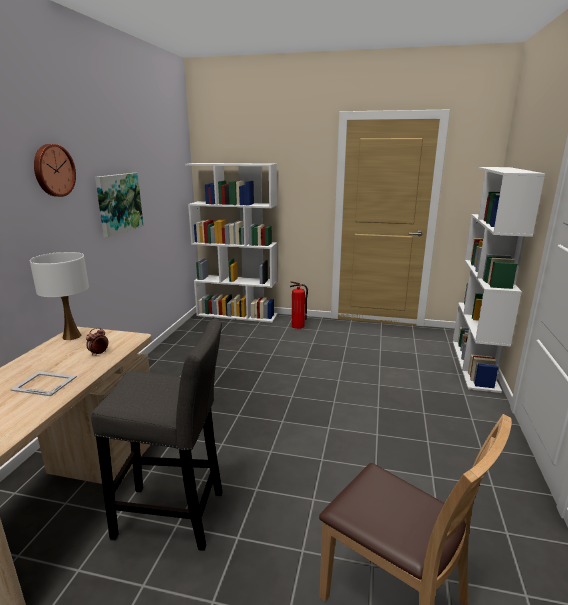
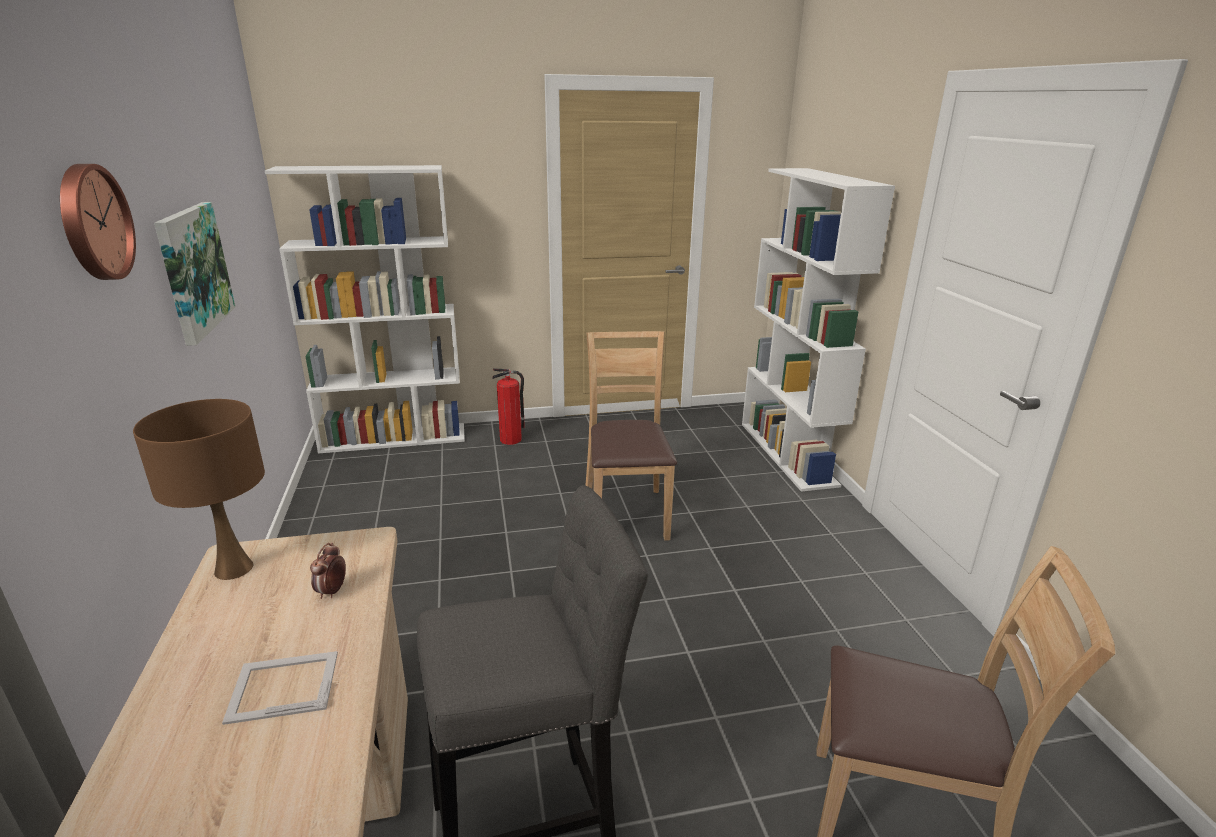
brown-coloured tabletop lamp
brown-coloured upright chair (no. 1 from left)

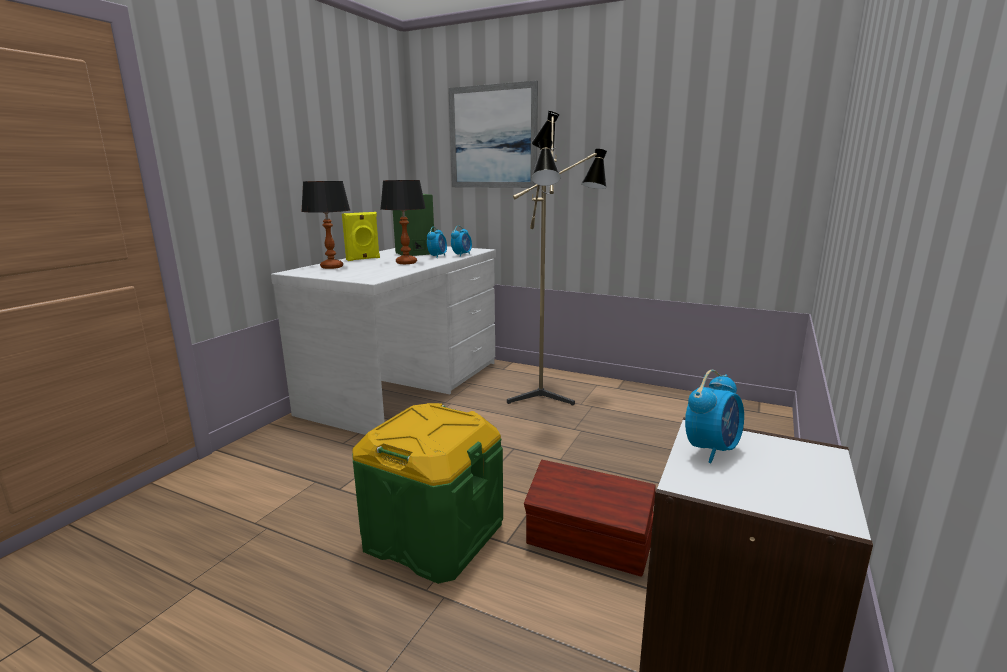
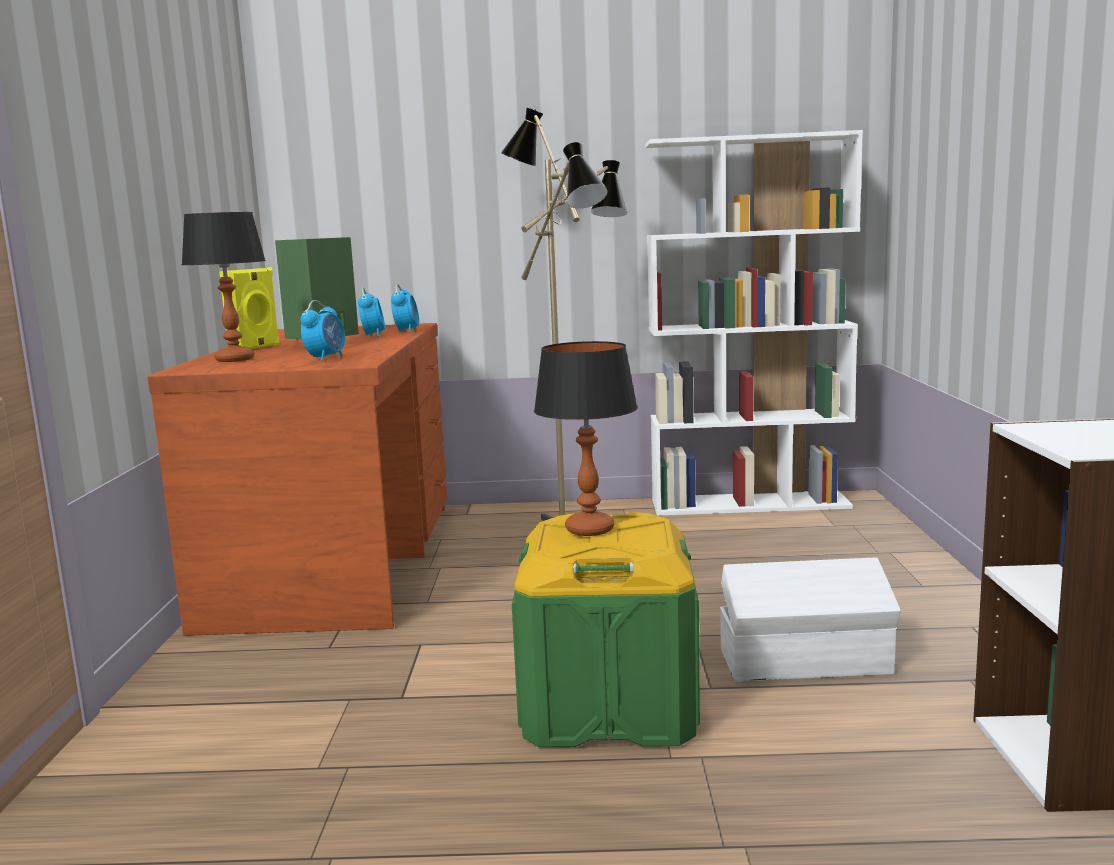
picture
tabletop lamp (no. 2 from left)
brown-coloured desk unit
alarm clock (no. 1 from left)
white storage container
white bookshelf (no. 1 from left)

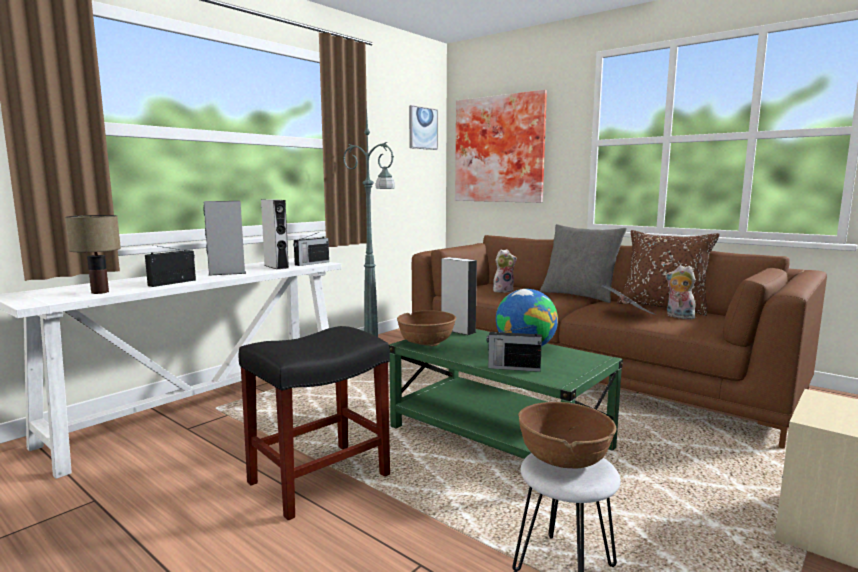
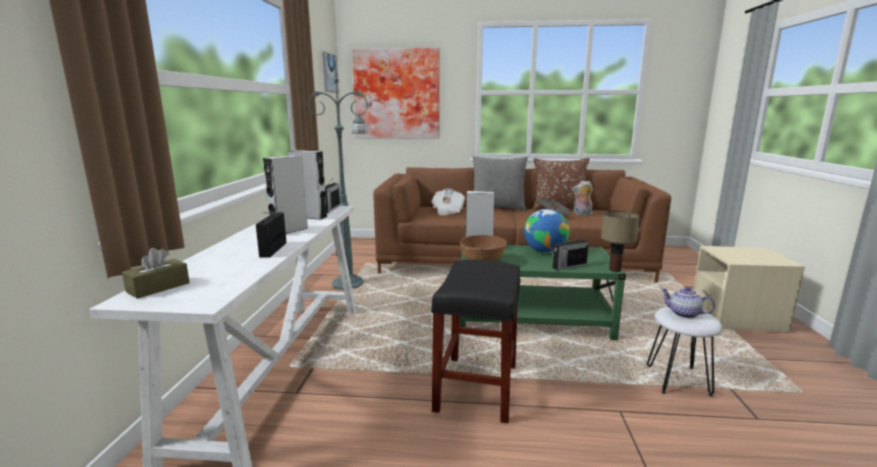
tabletop lamp
daily paper (no. 1 from left)
teapot
brown-coloured box of tissues

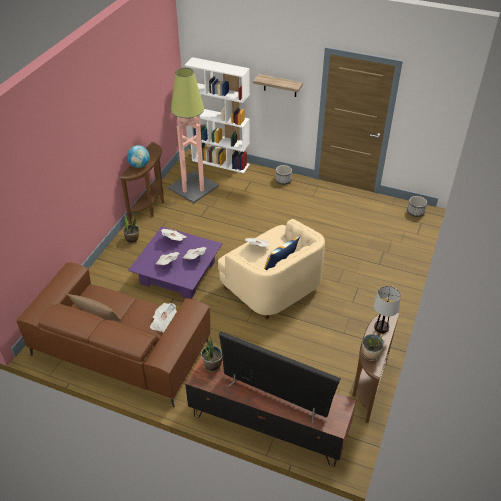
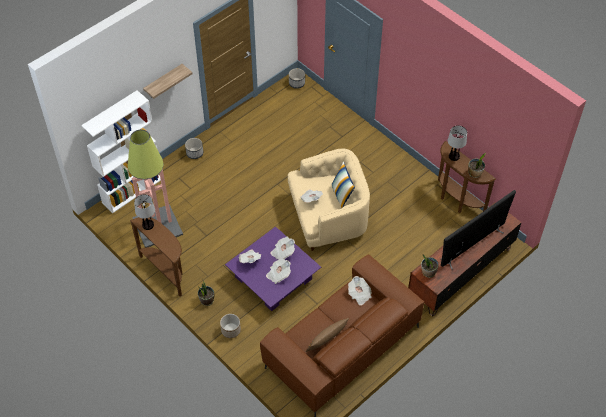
desk globe
tabletop lamp (no. 1 from left)
flower pot (no. 2 from left)

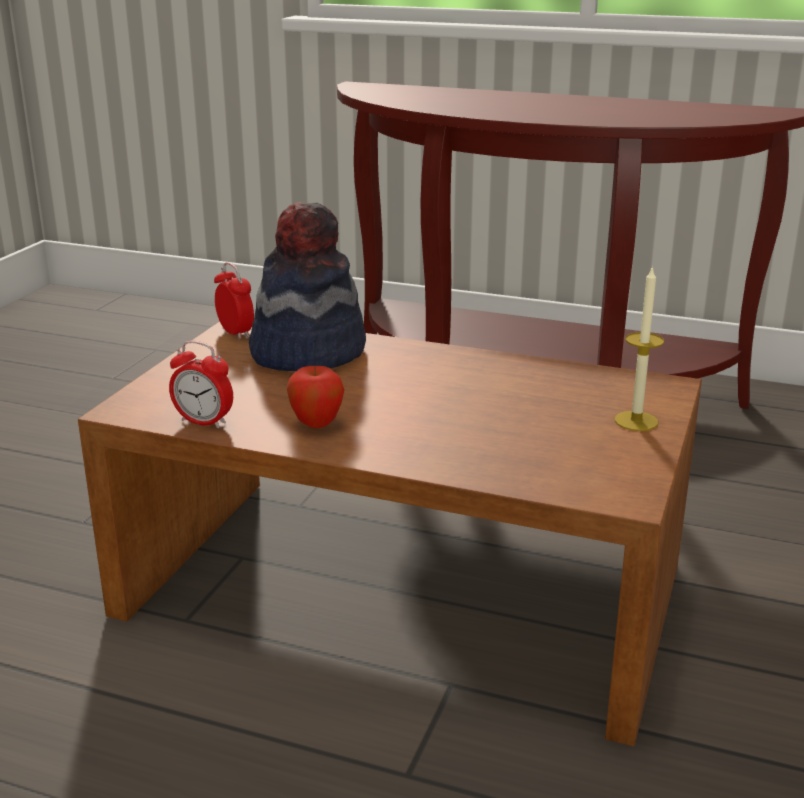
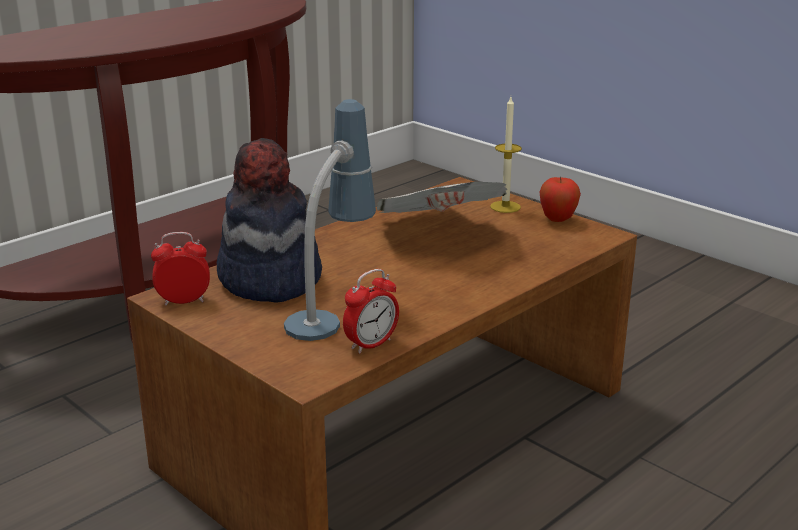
apple
tabletop lamp
daily paper

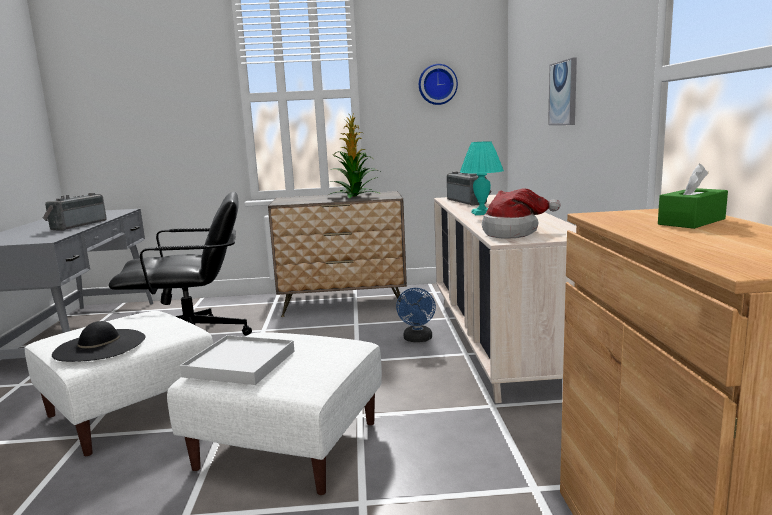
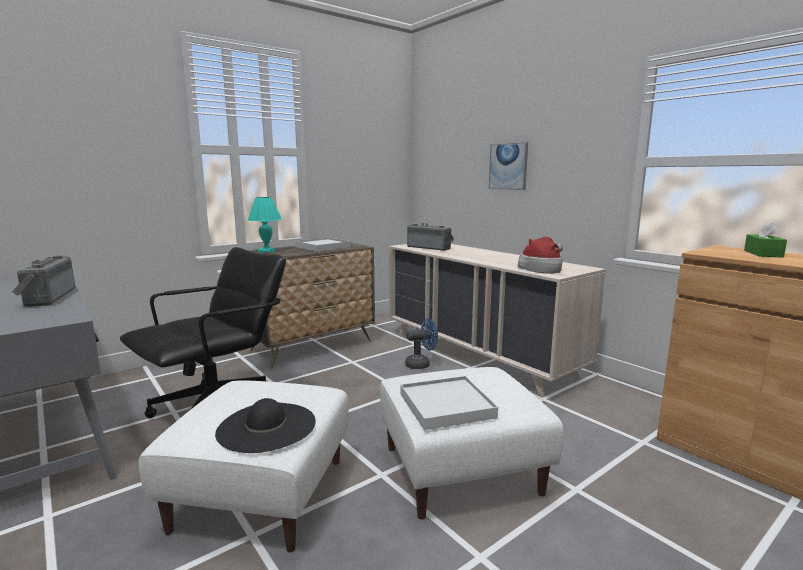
hanging clock
white carrying tray (no. 1 from left)
blue-green tabletop lamp
bluish fan

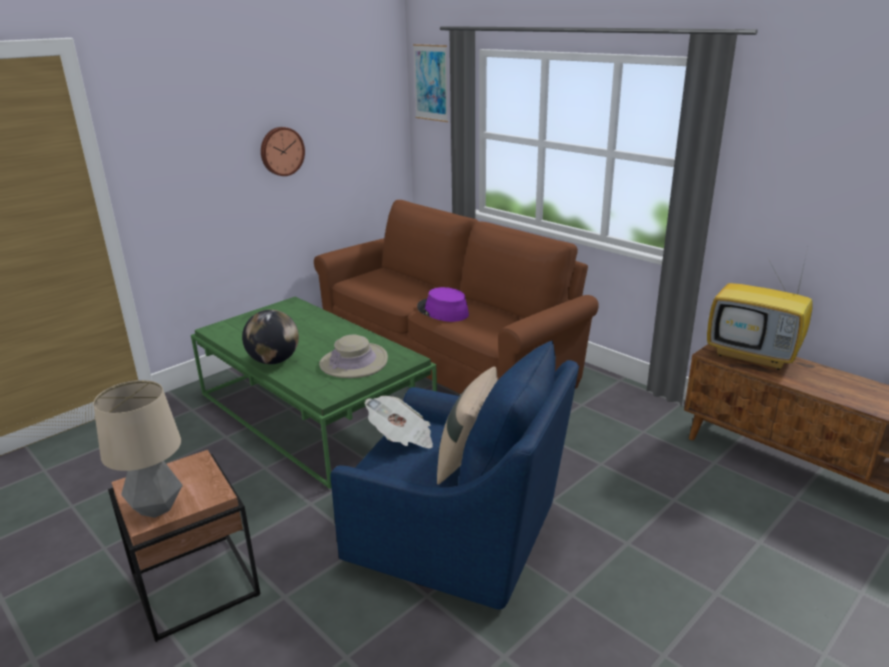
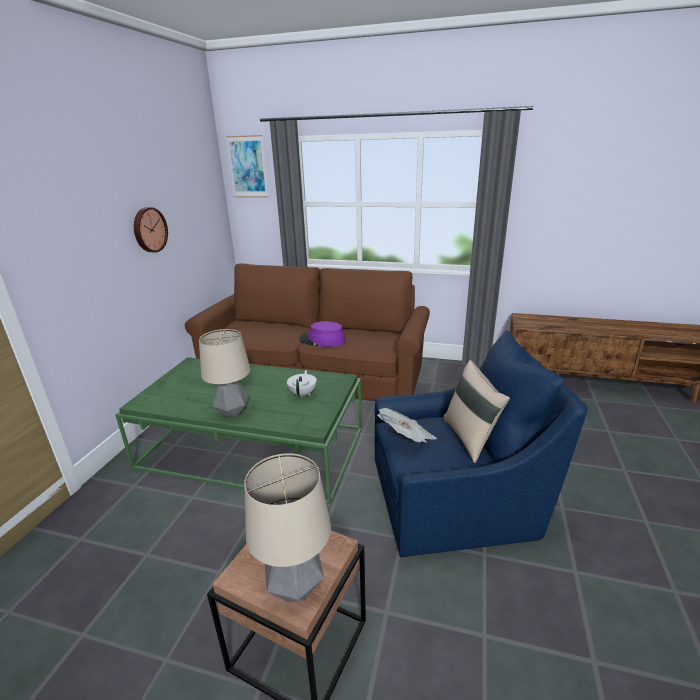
TV
tabletop lamp (no. 1 from left)
white teapot

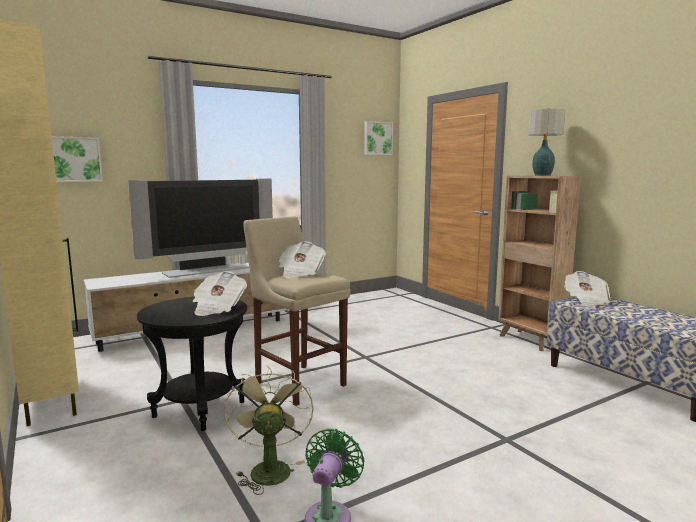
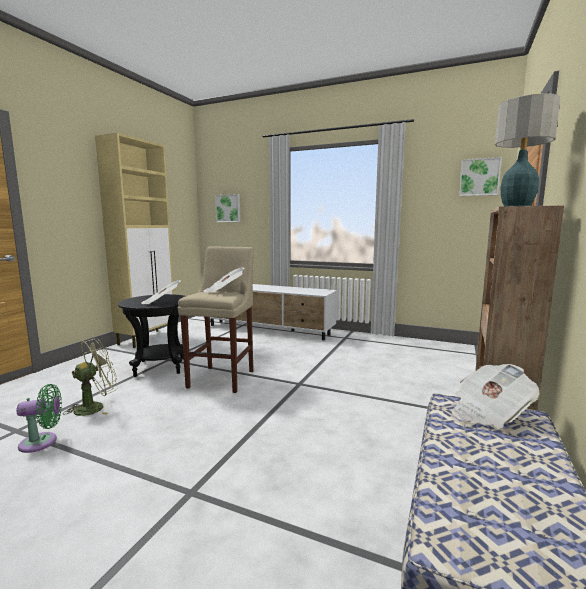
TV

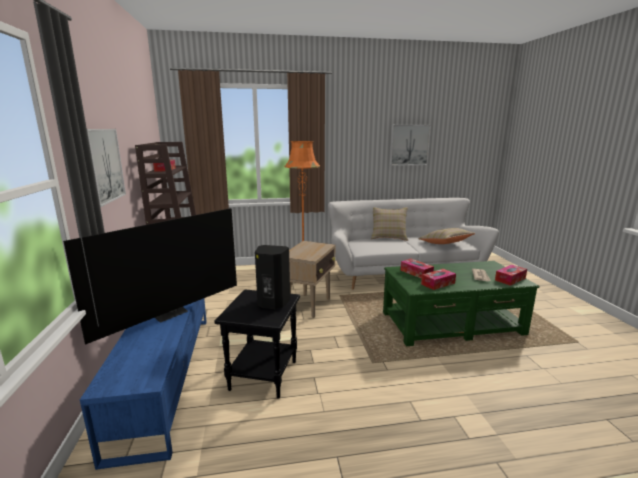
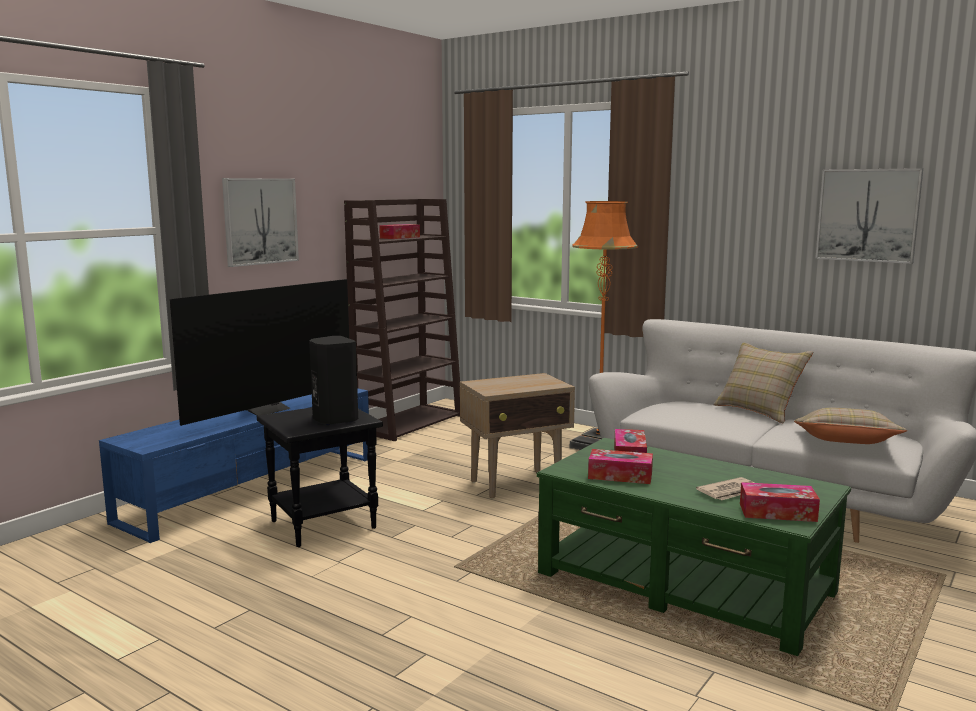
TV

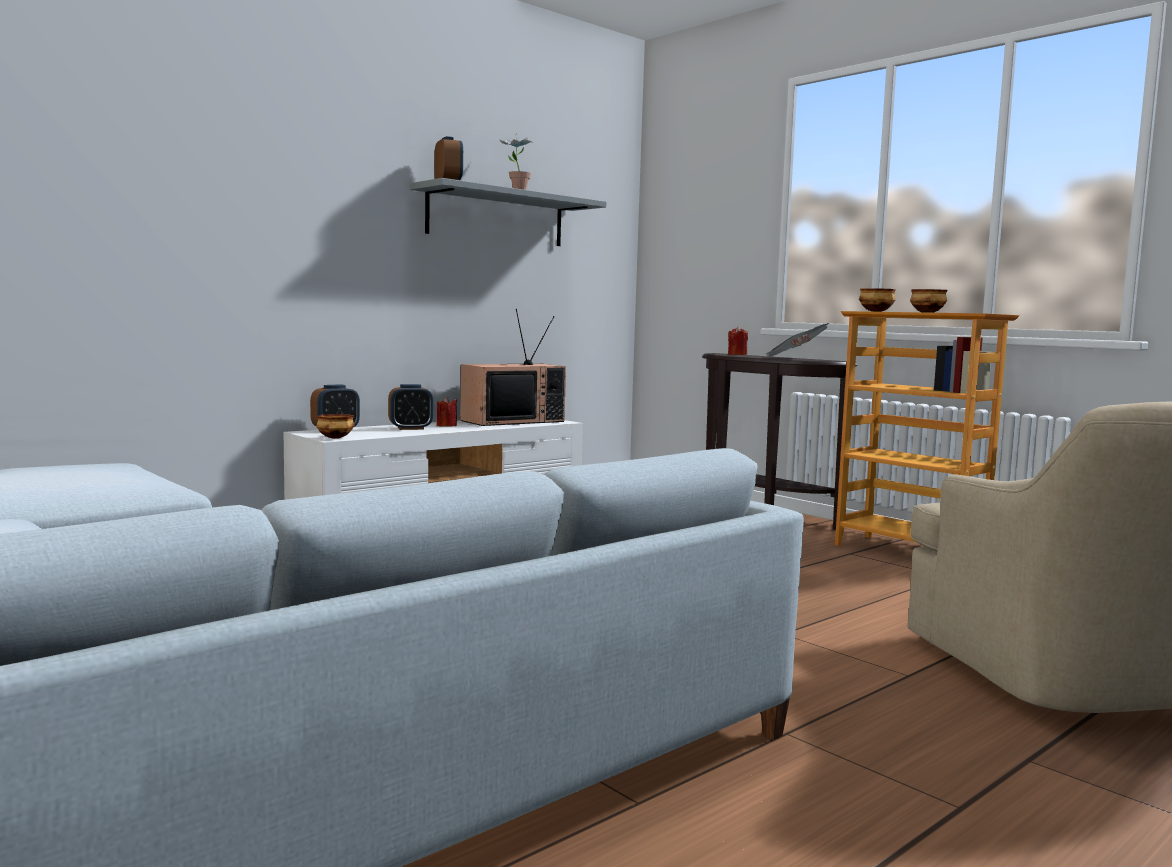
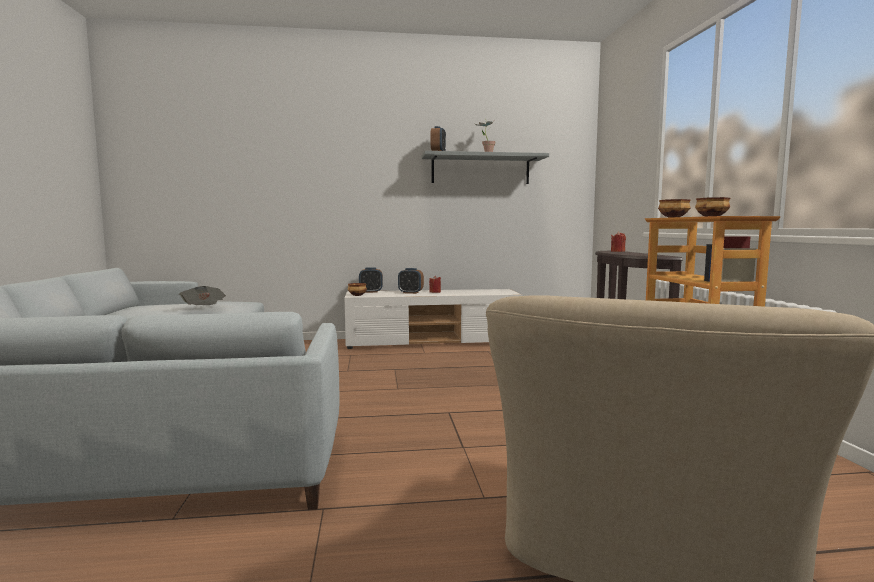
TV
daily paper

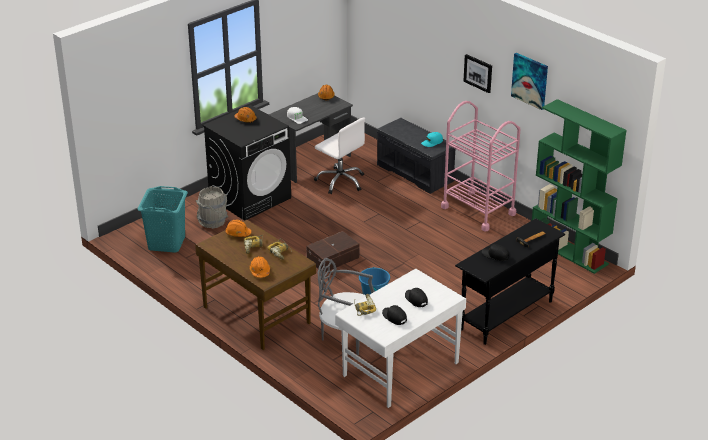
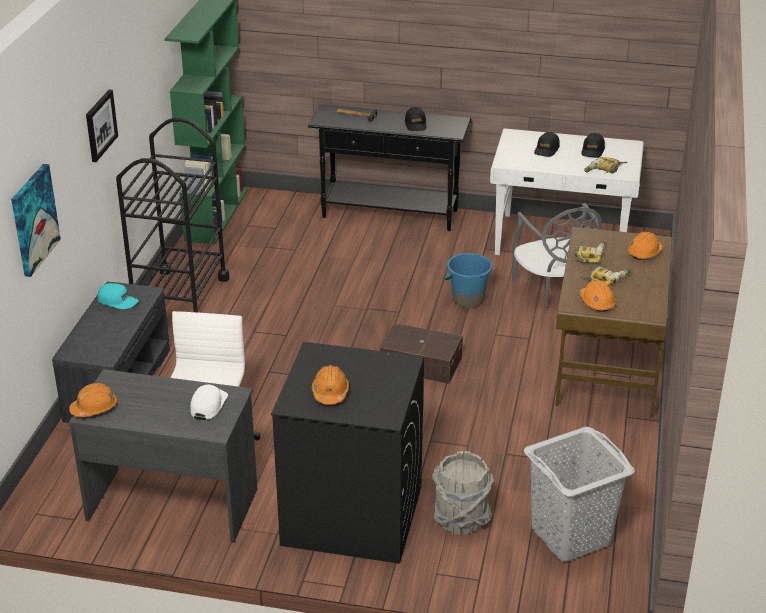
picture (no. 1 from left)
black trolley
greyish laundry basket

